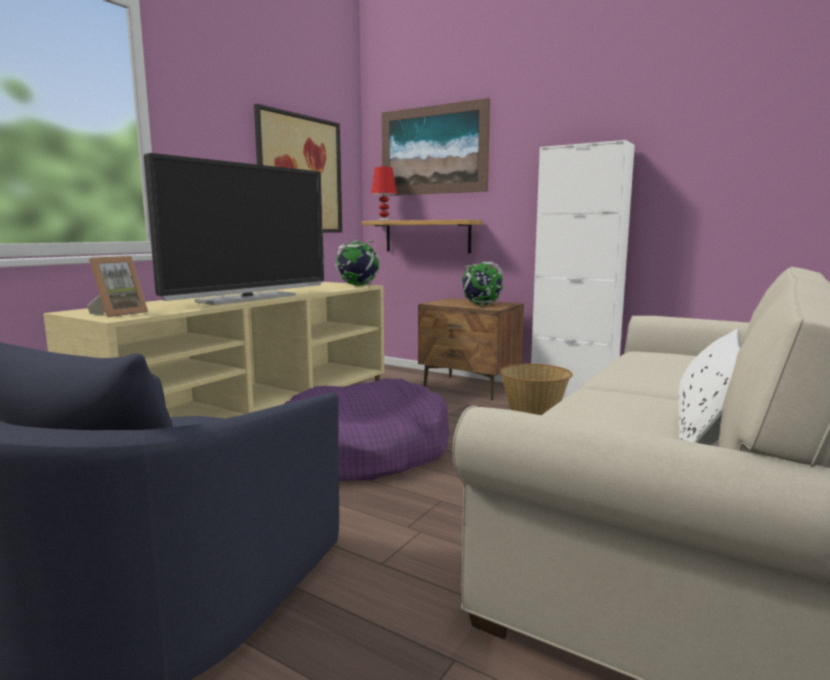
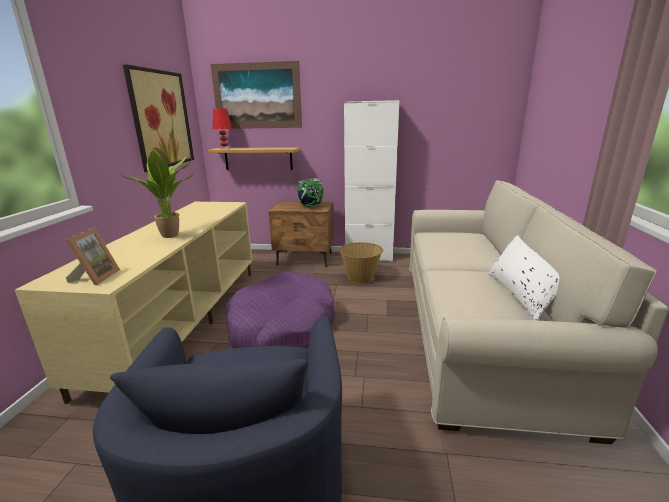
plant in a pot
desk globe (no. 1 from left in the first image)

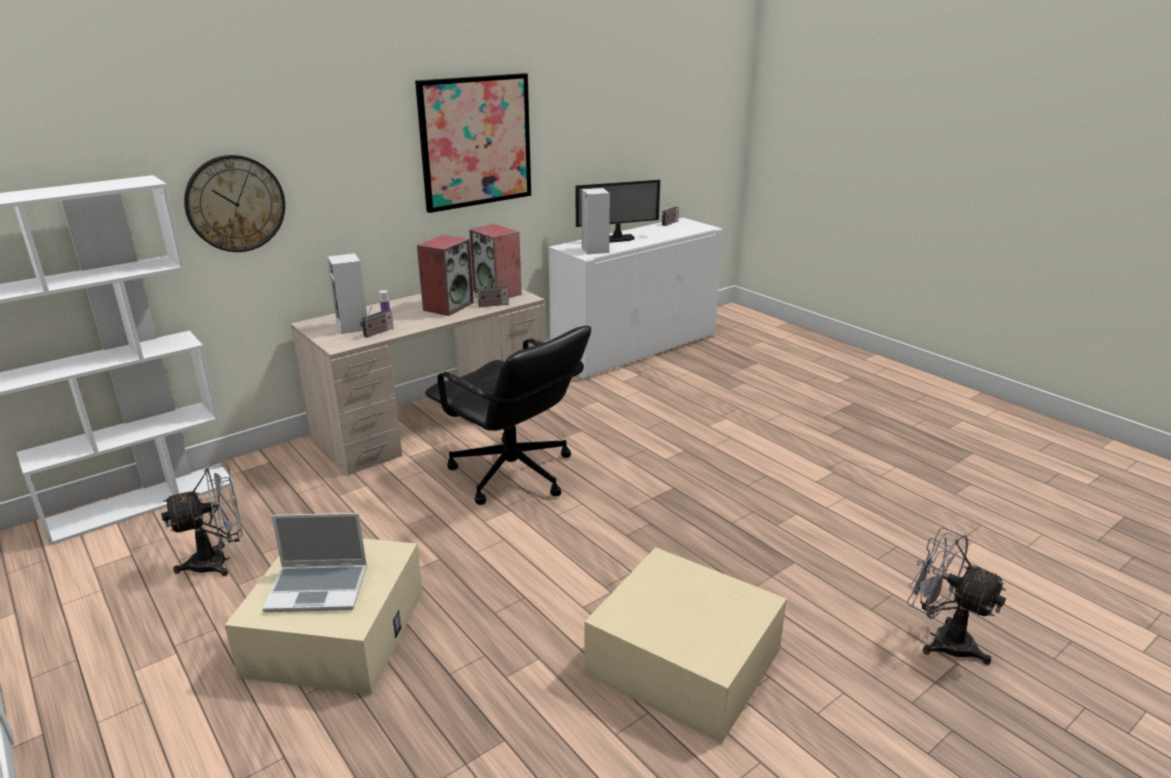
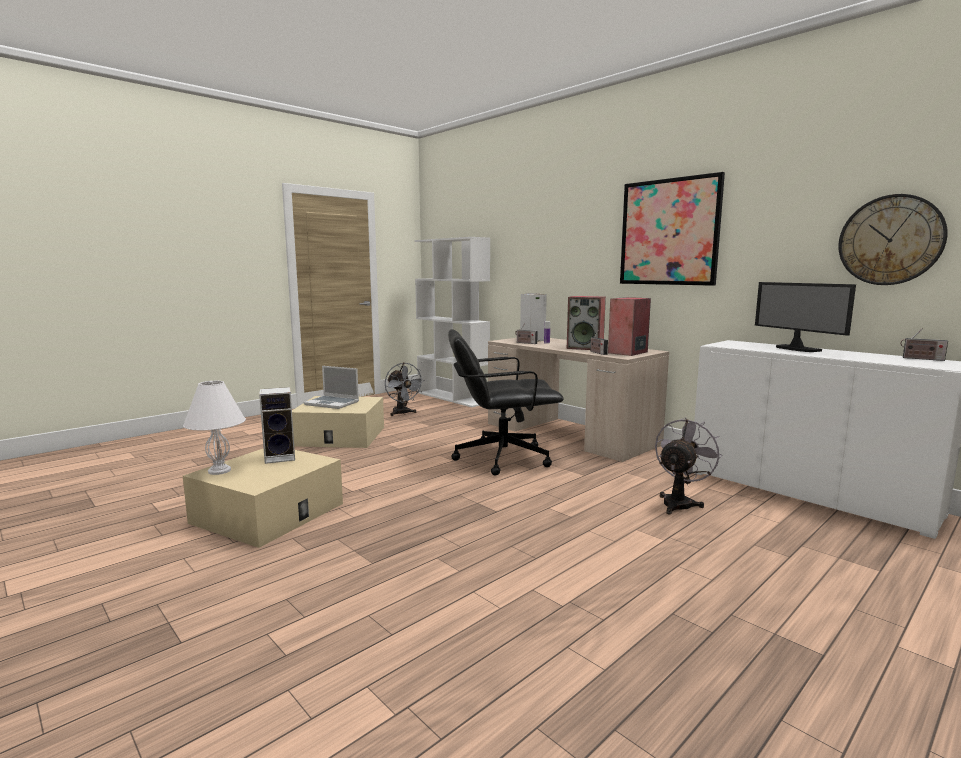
hanging clock
loudspeaker (no. 1 from left)
black desk chair
laptop
greyish fan (no. 2 from left)
white tabletop lamp

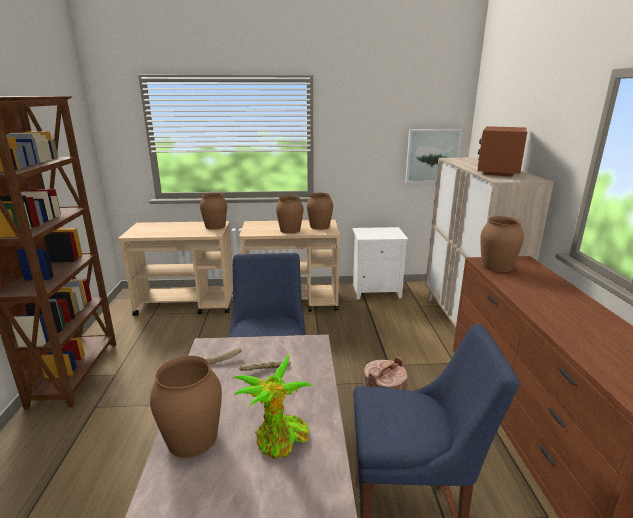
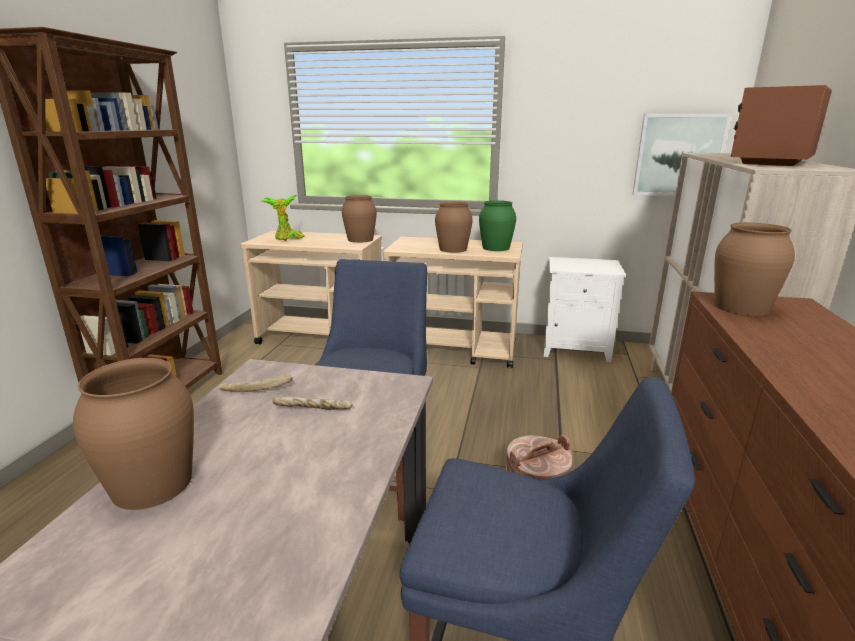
green vase
plant in a pot

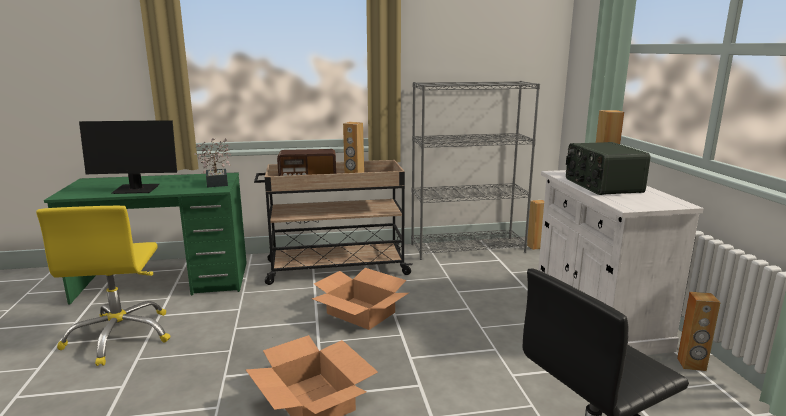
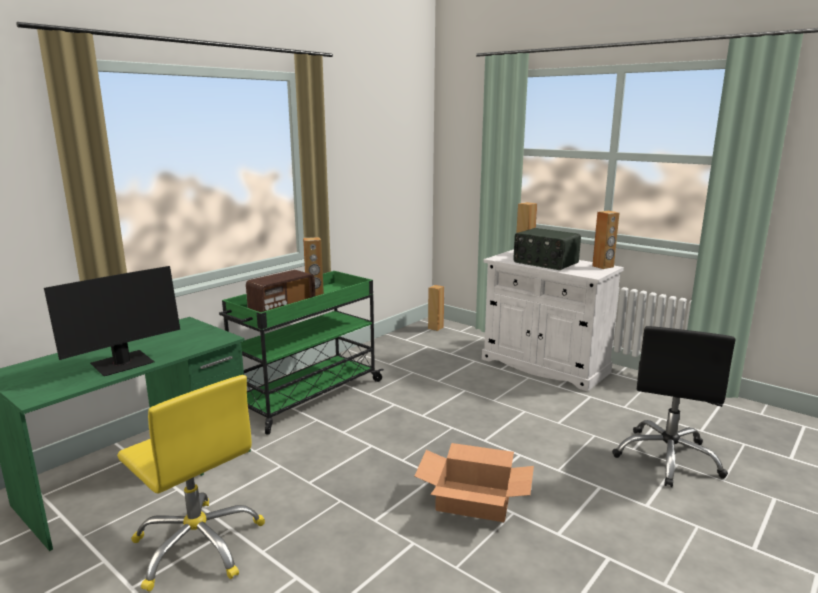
greyish bookshelf
plant in a pot
green trolley
packing box (no. 2 from left in the first image)
brown-coloured loudspeaker (no. 4 from left)

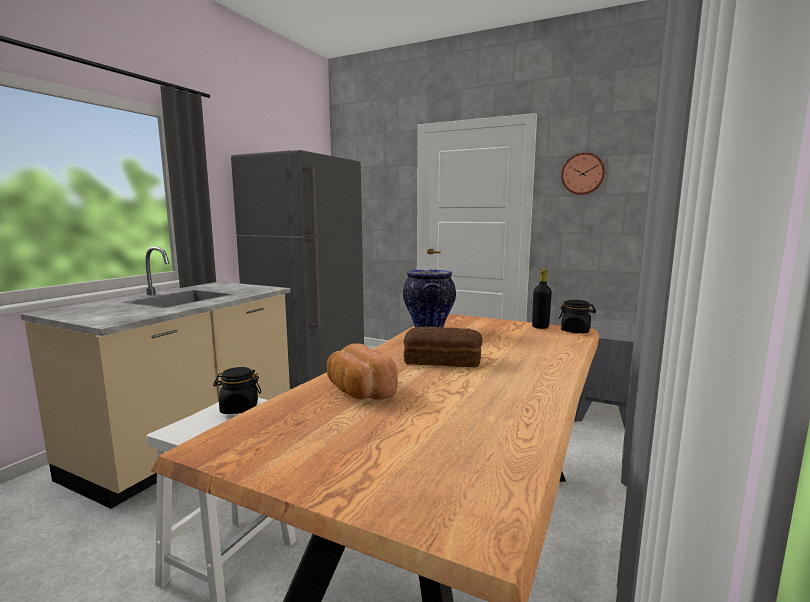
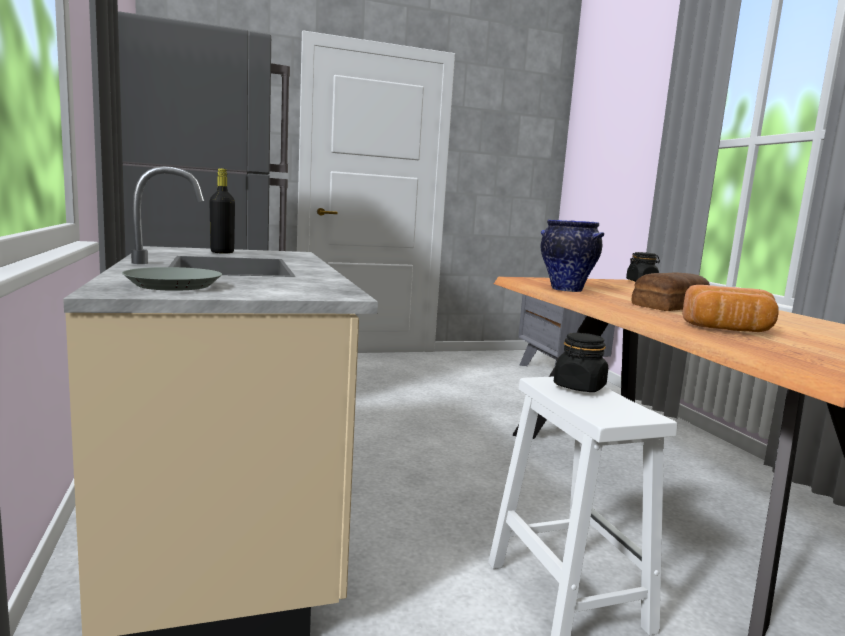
hanging clock
black beverage bottle
greyish plate

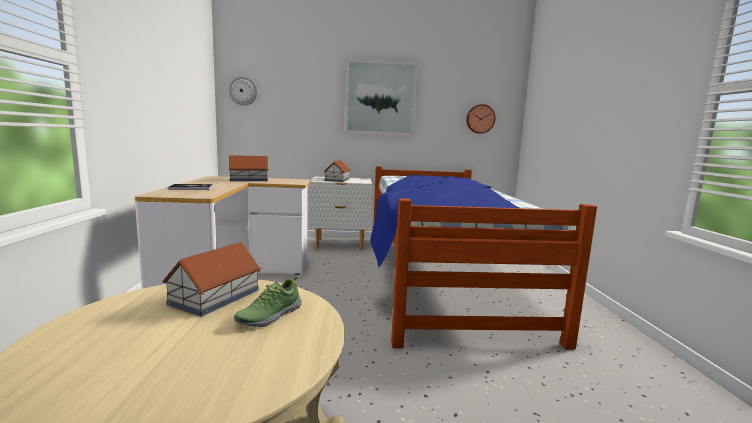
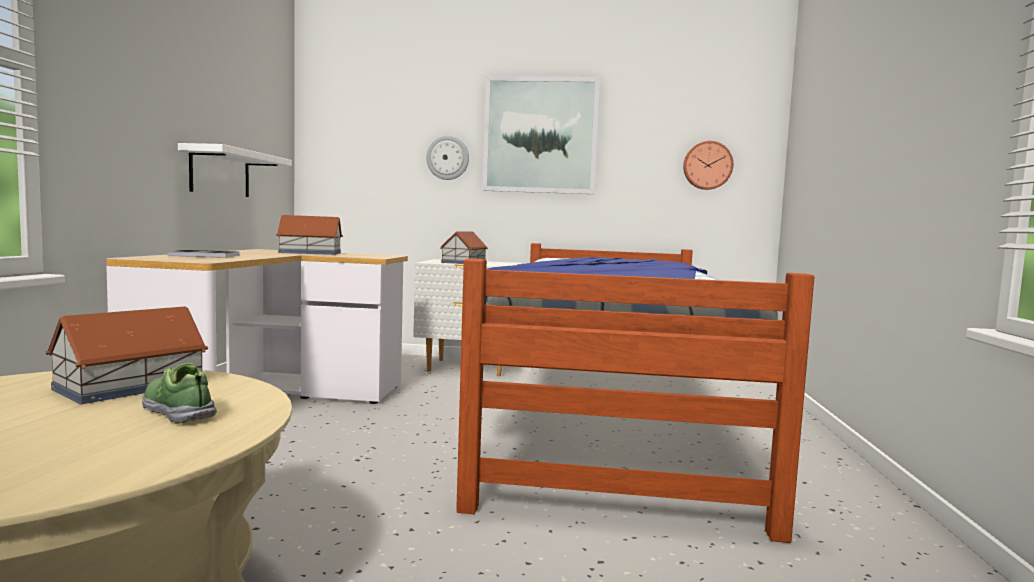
hanging clock (no. 1 from left)
shoe
white shelf

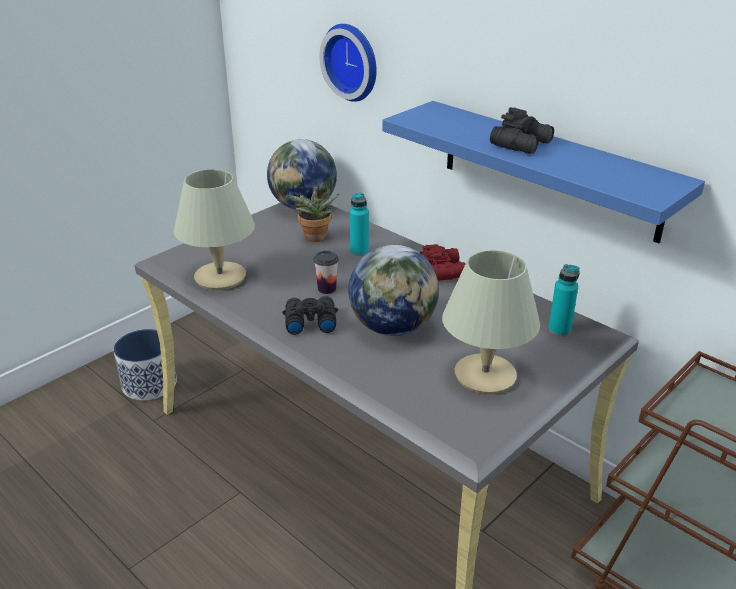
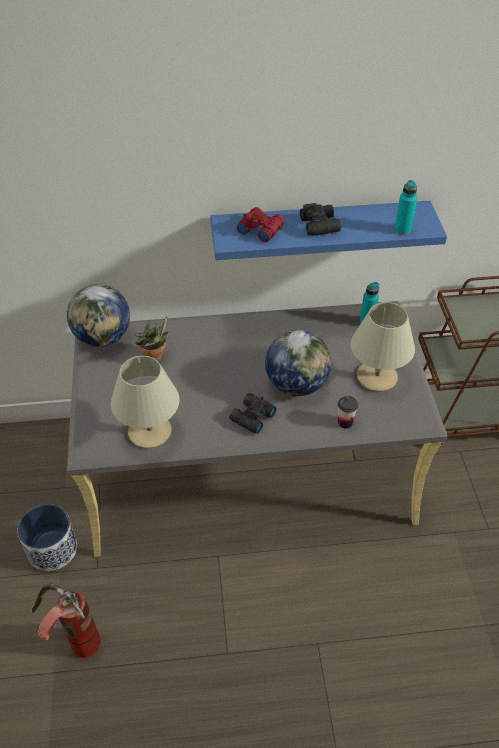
hanging clock
blue-green beverage bottle (no. 2 from left)
reddish field glasses
drinking cup
extinguisher

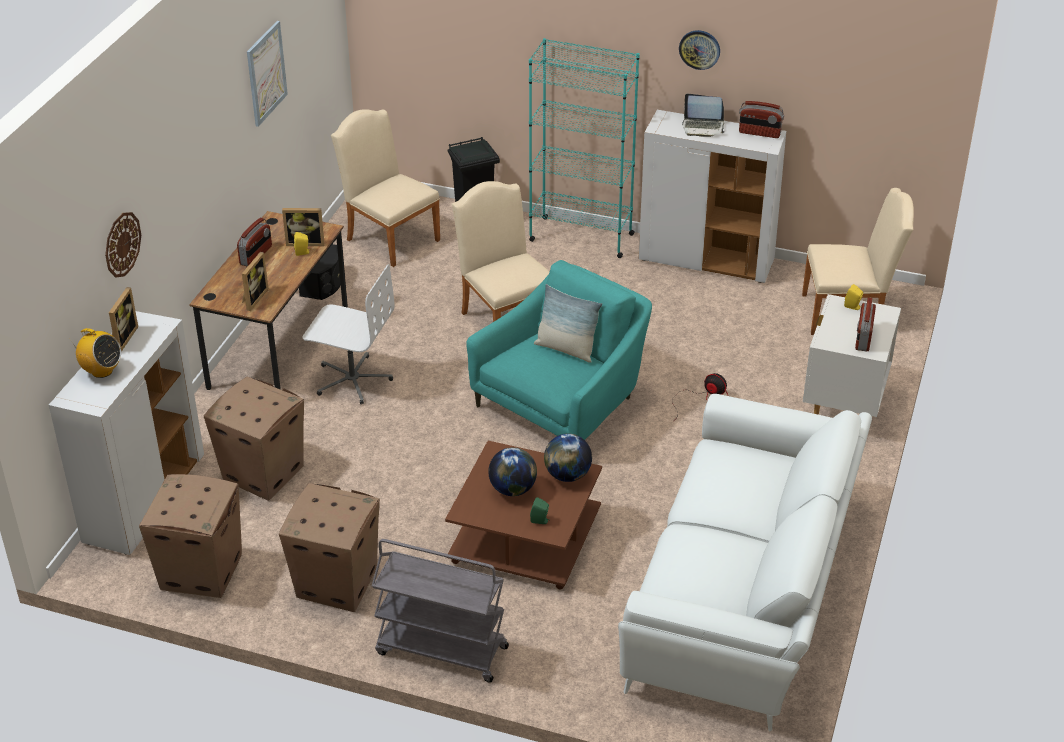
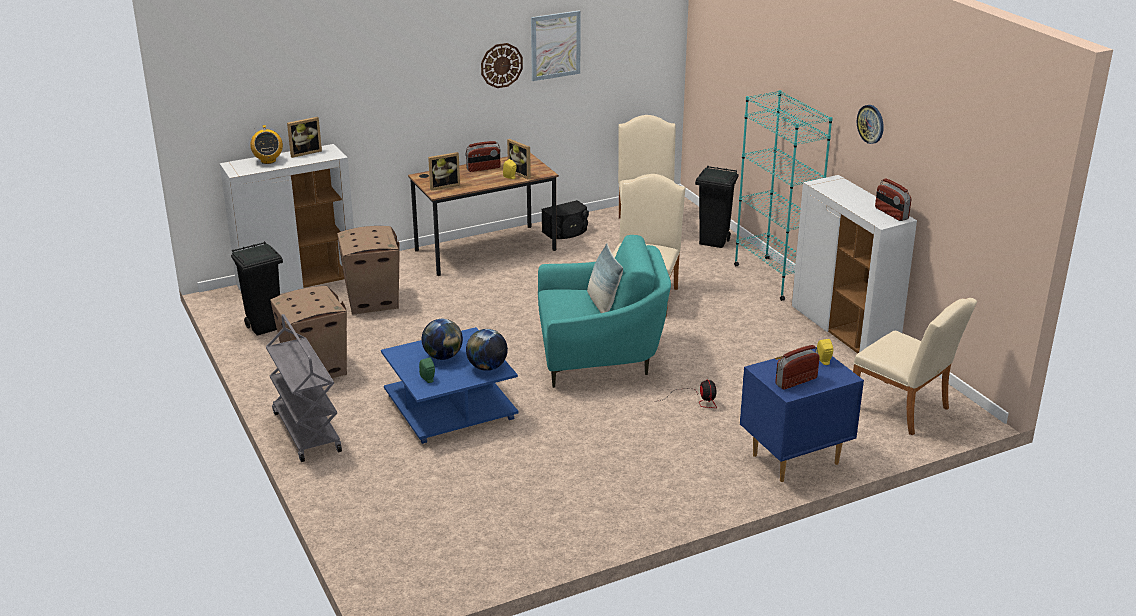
laptop
hanging clock (no. 1 from left)
white desk chair
bluish bedside table
white couch
bluish coffee table
black waste bin (no. 1 from left)

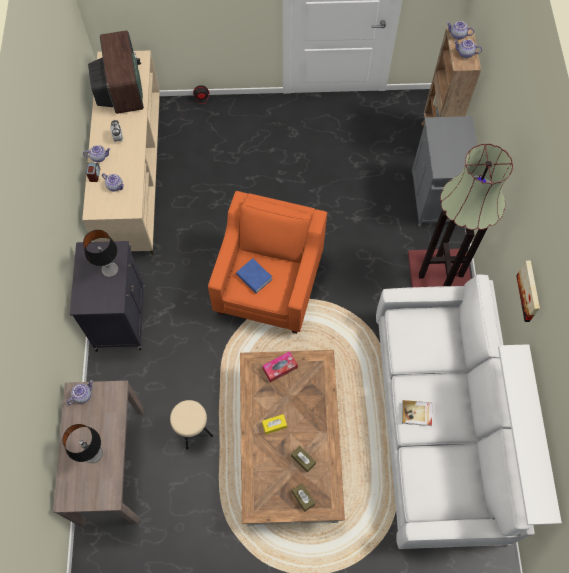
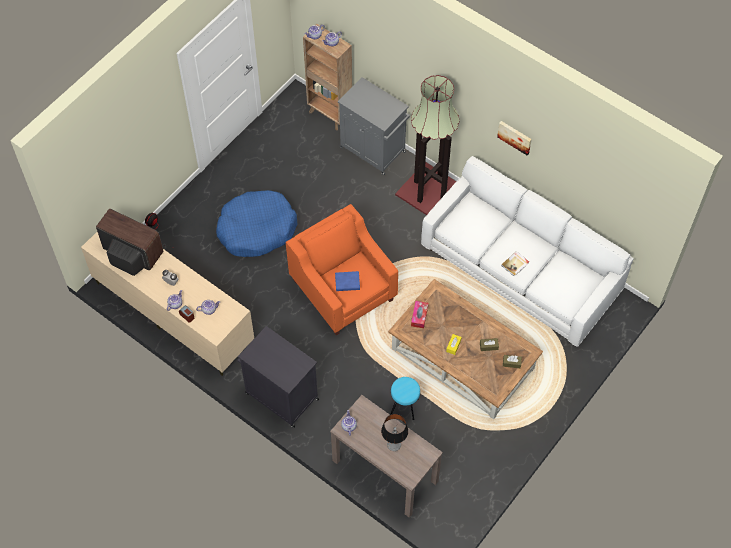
tabletop lamp (no. 2 from left in the first image)
white shelf
blue-green stool seat
bluish dog bed

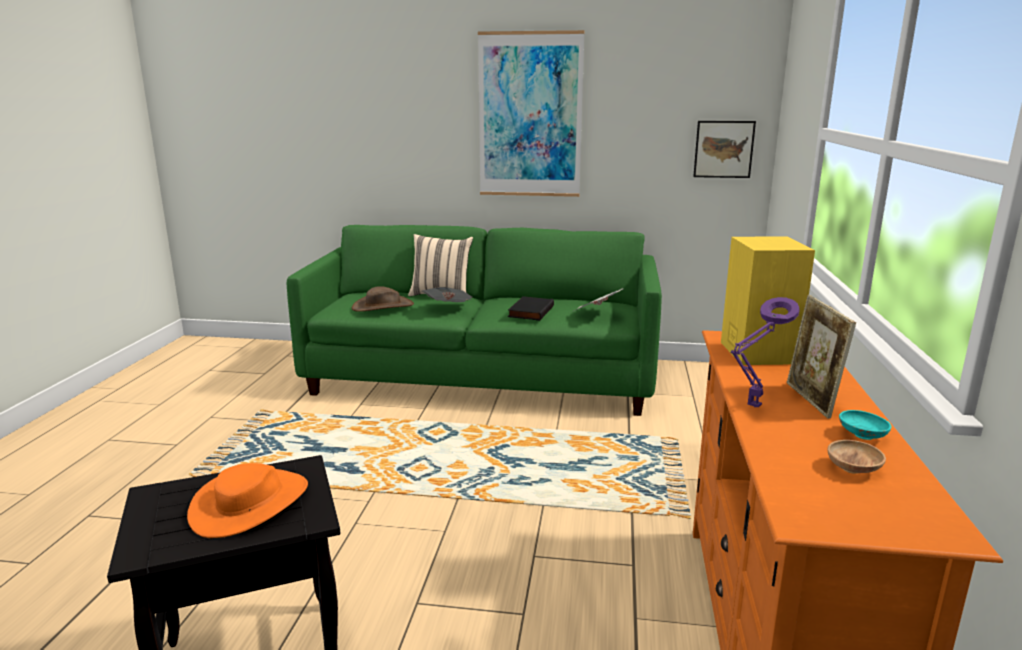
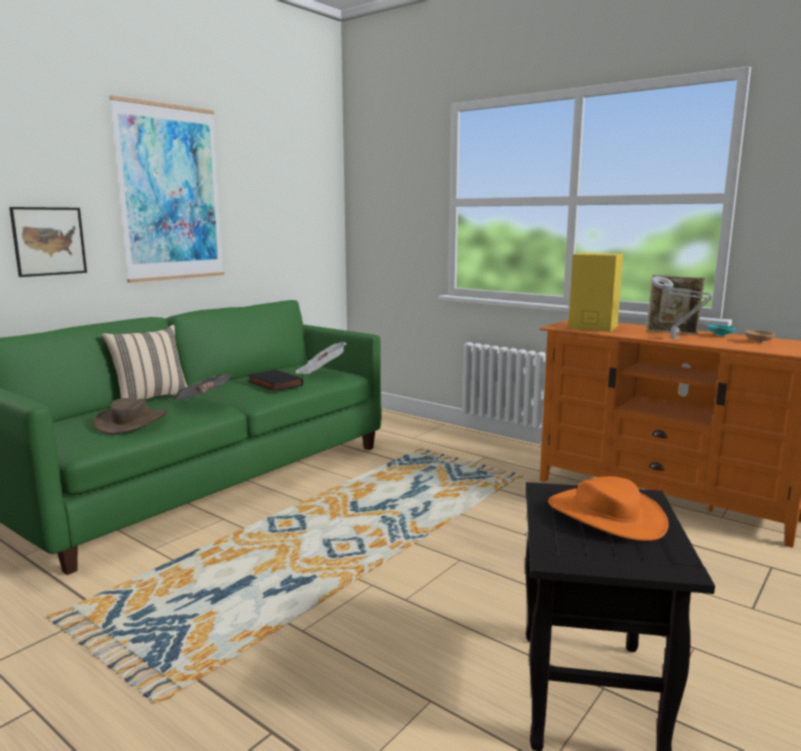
picture (no. 1 from left)
greyish tabletop lamp

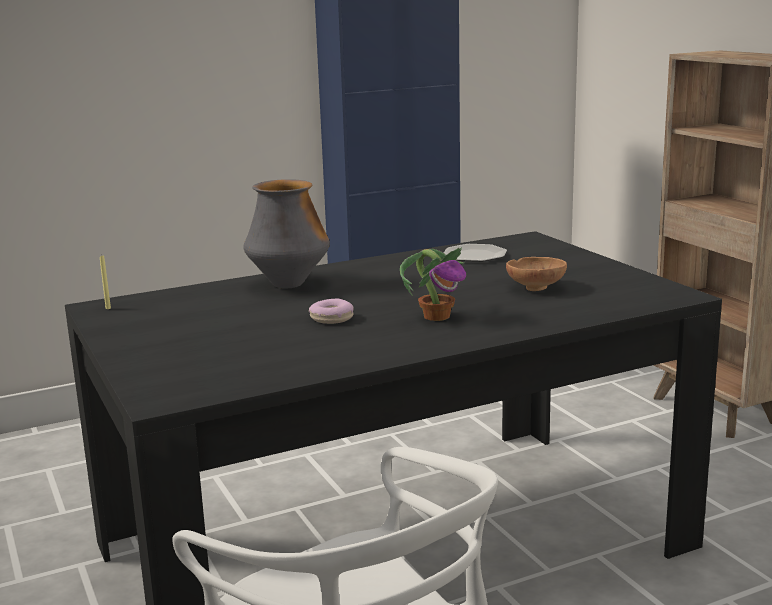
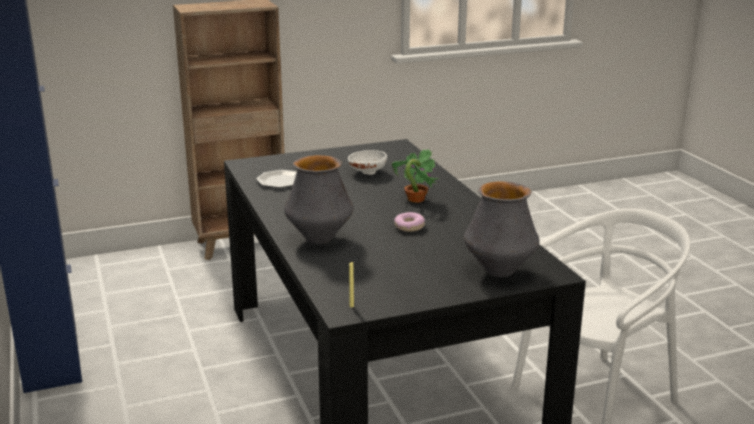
white deep dish
vase (no. 2 from left)

